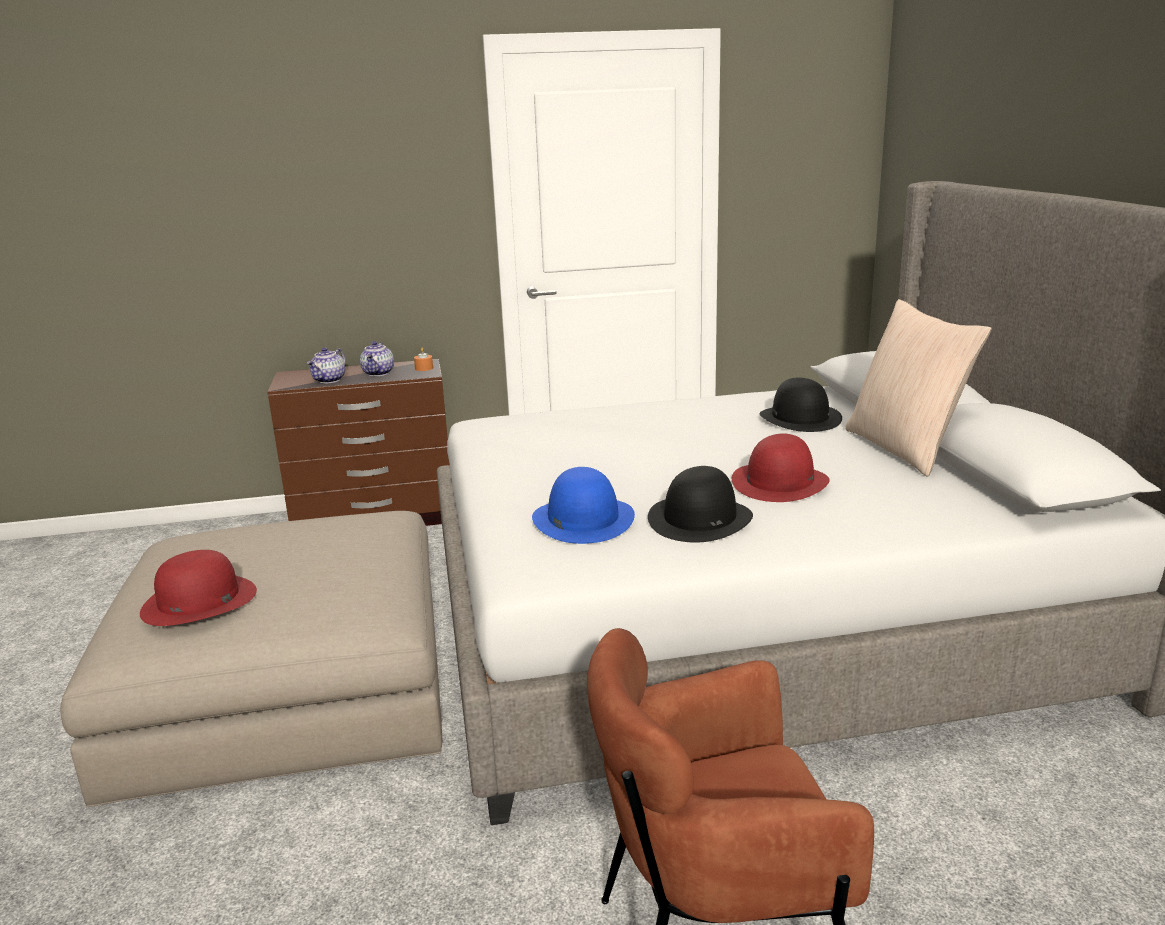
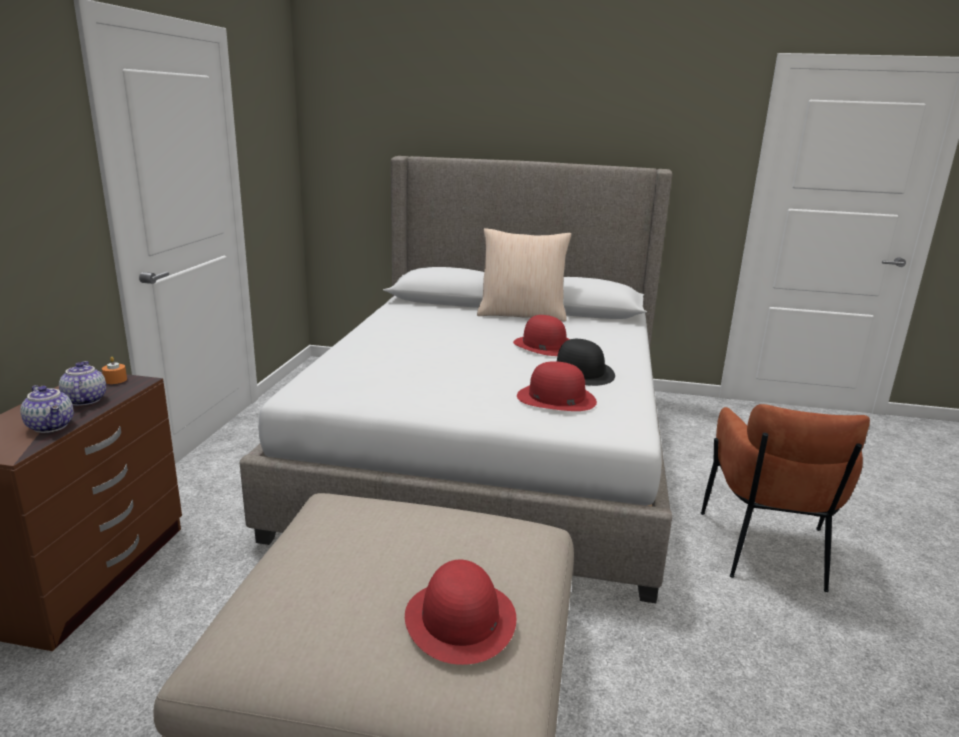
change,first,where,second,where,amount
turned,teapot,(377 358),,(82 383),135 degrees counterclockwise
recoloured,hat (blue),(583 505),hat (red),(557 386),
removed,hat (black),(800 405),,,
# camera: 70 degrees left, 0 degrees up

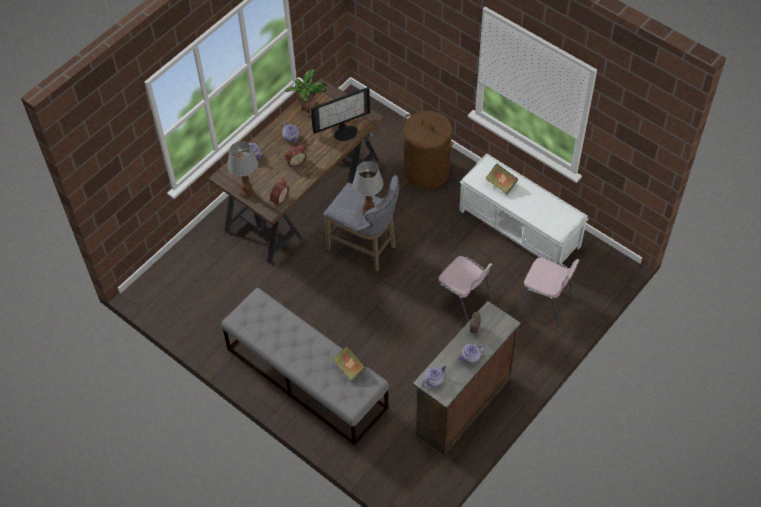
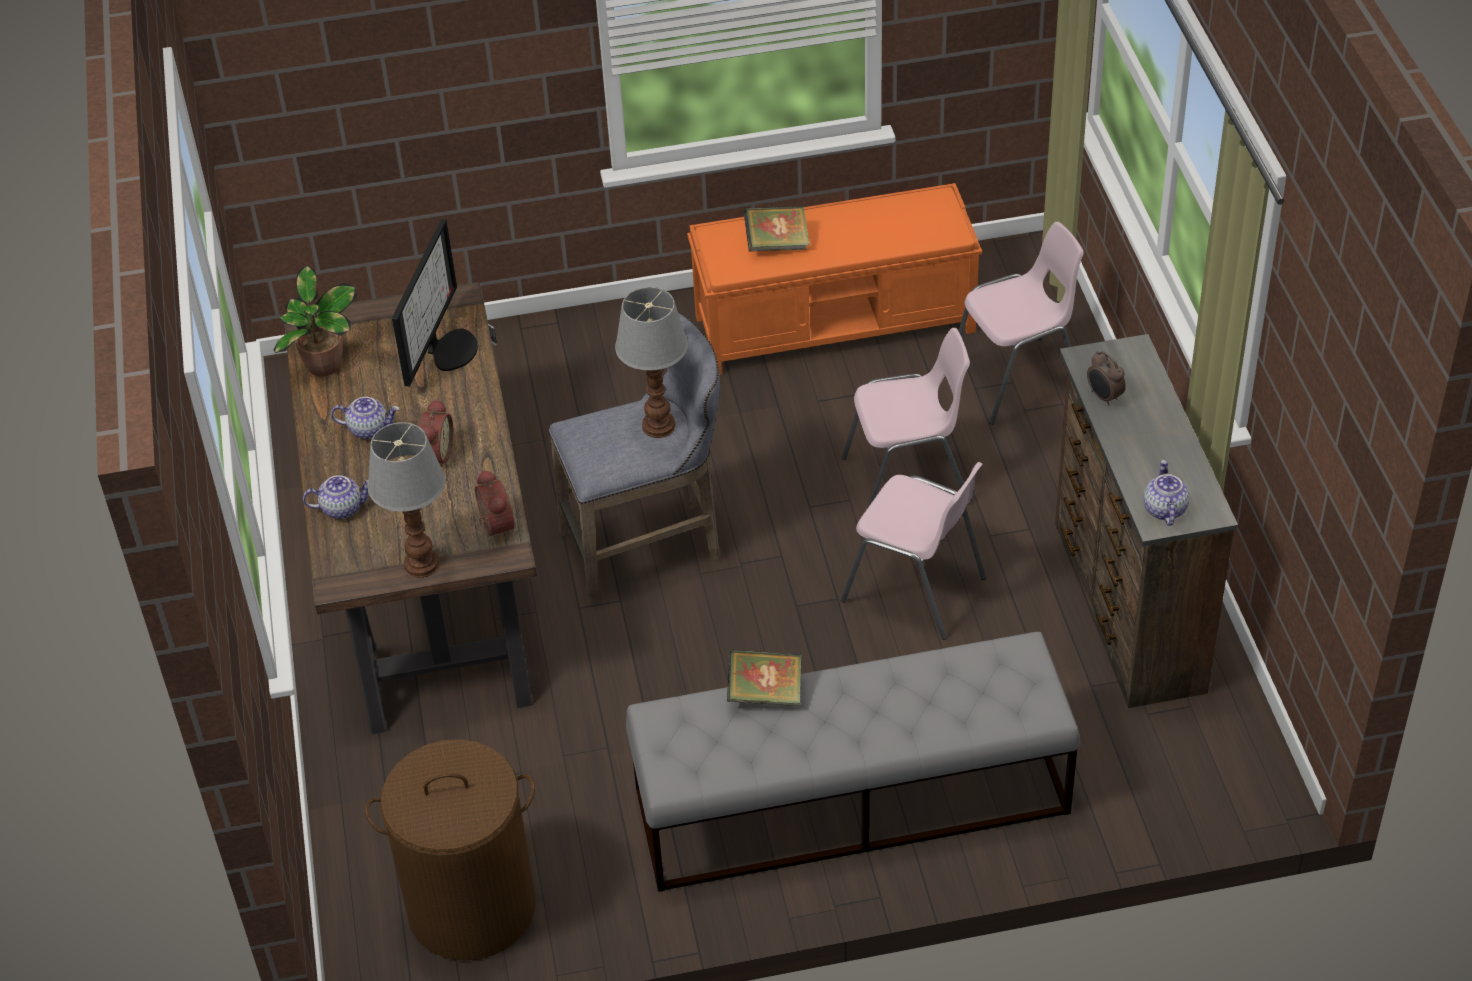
change,first,where,second,where,amount
moved,laundry basket (brown),(428 150),,(450 850),
recoloured,bench (white),(523 208),bench (orange),(834 279),
moved,book,(349 363),,(764 677),
added,,,chair (pink),(913 551),
removed,teapot,(471 354),,,
# camera: 50 degrees left, 10 degrees down

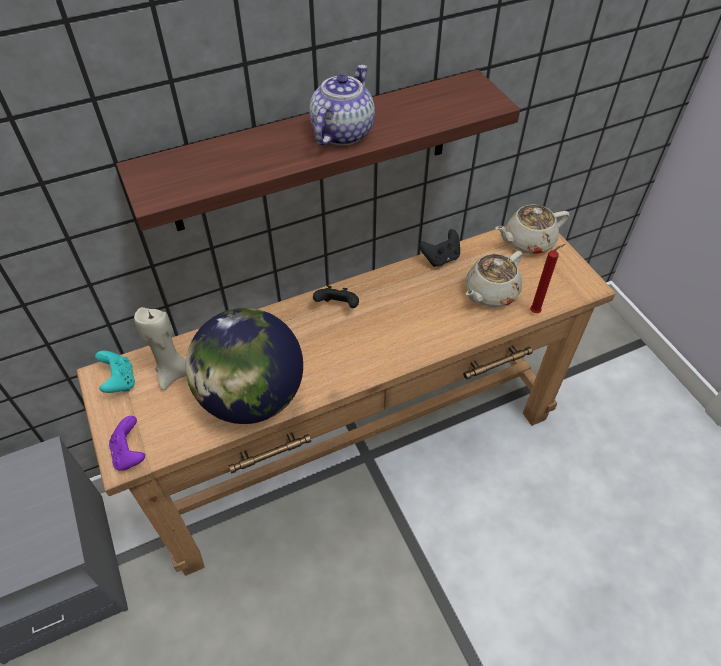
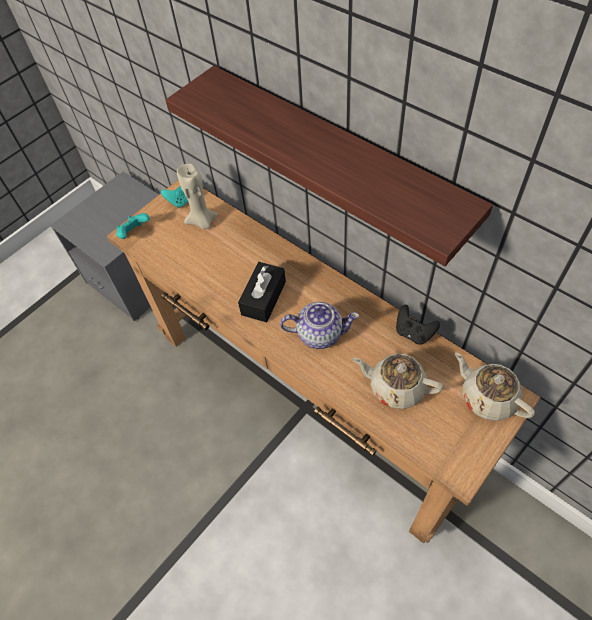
change,first,where,second,where,amount
recoloured,game controller (purple),(127 443),game controller (turquoise),(132 226),
added,,,tissue box (black),(262 292),
moved,teapot,(342 105),,(319 325),
removed,globe,(244 366),,,
removed,game controller (black),(336 297),,,
removed,candle (red),(548 278),,,
# camera: 70 degrees right, 5 degrees up

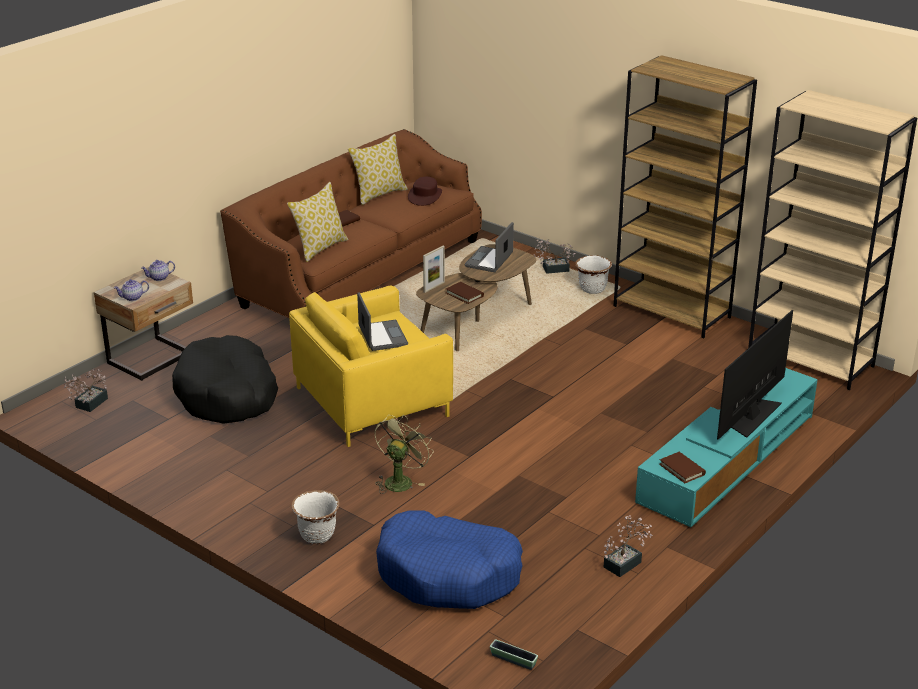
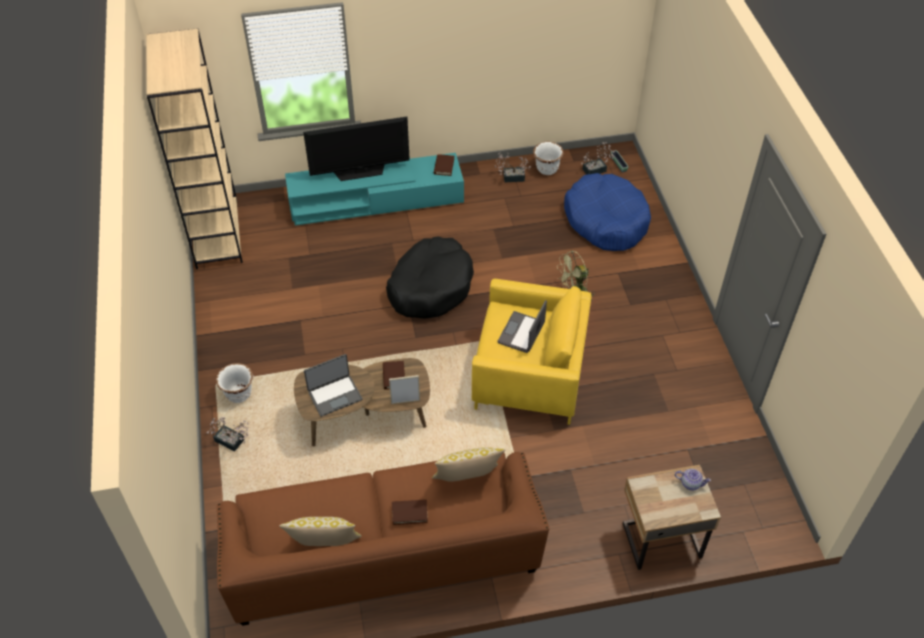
change,first,where,second,where,amount
moved,dog bed (black),(225 379),,(430 277),
moved,planter (white),(315 517),,(548 158),
moved,potted plant,(86 390),,(598 158),
removed,teapot,(158 270),,,
removed,hat (brown),(425 191),,,
removed,bookcase (brown),(685 196),,,
# camera: 140 degrees left, 20 degrees up

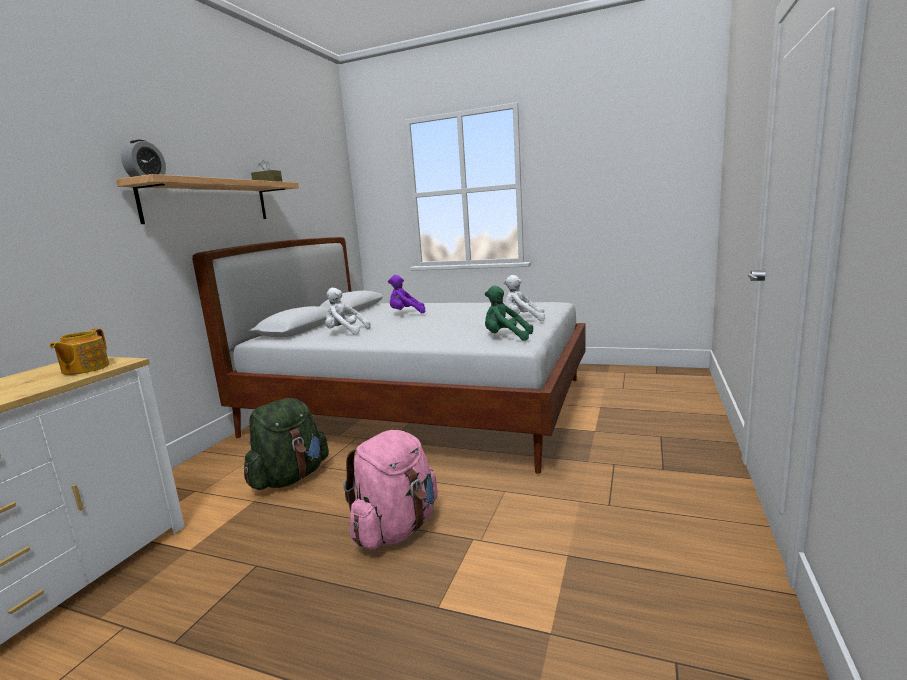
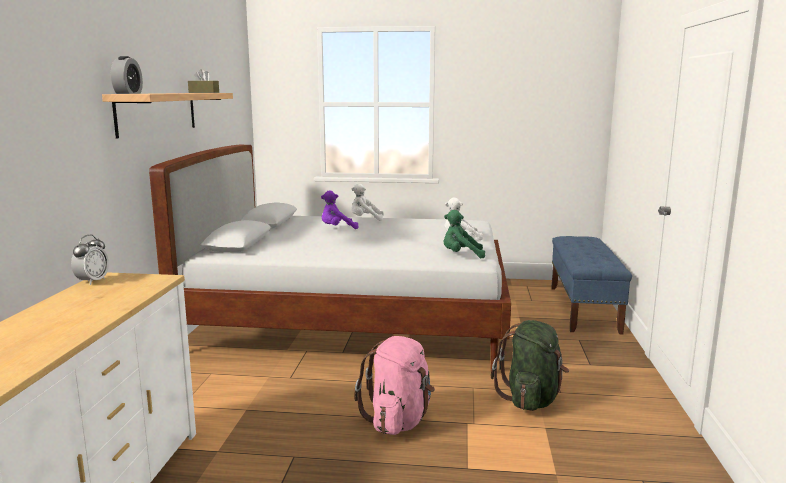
change,first,where,second,where,amount
added,,,alarm clock,(90 260),
moved,plush toy (white),(348 311),,(367 202),
moved,backpack (green),(286 444),,(530 365),
added,,,bench (blue),(591 285),
removed,teapot,(79 352),,,
# camera: 15 degrees left, 0 degrees up

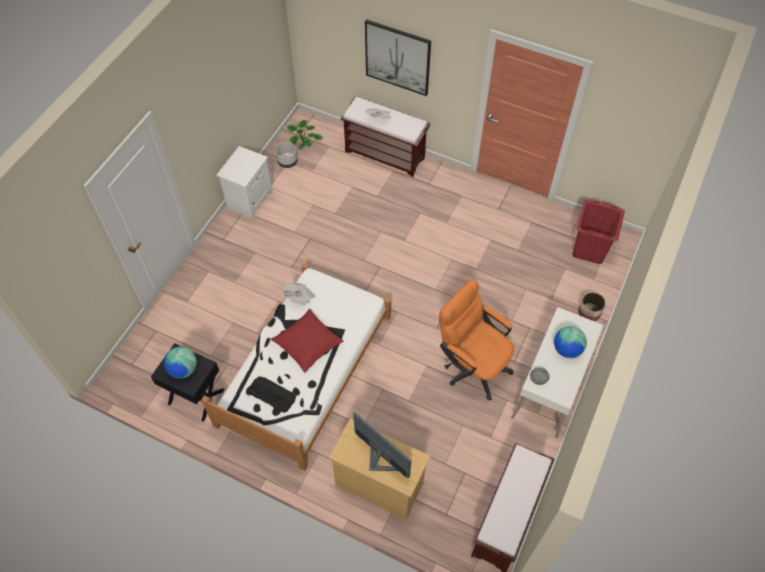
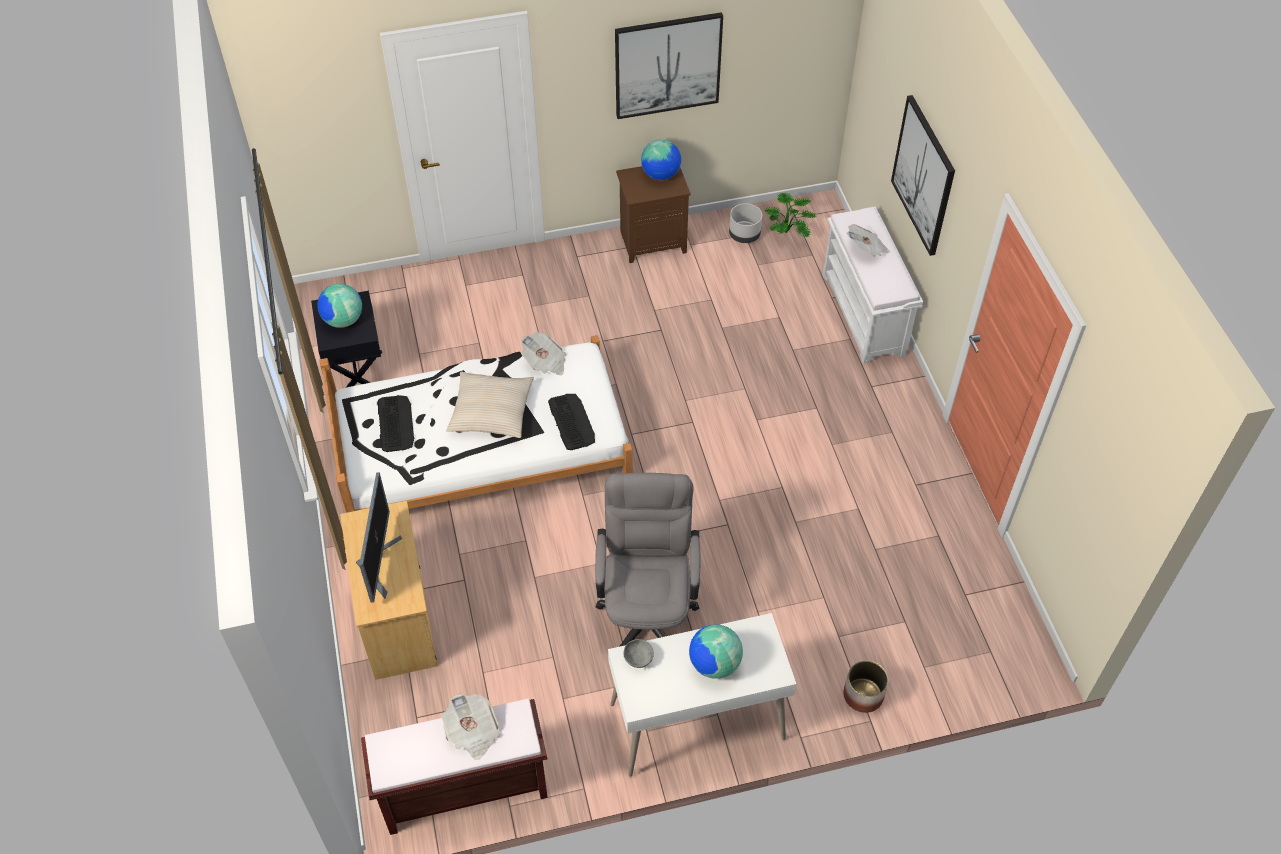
change,first,where,second,where,amount
added,,,newspaper,(471 727),
recoloured,pillow (red),(307 341),pillow (beige),(490 405),
added,,,keyboard,(571 422),
recoloured,office chair (orange),(476 339),office chair (grey),(647 560),
added,,,picture,(669 65),
recoloured,nightstand (white),(244 183),nightstand (brown),(653 214),
added,,,globe,(661 159),
recoloured,bench (brown),(385 136),bench (white),(872 285),
removed,laundry basket (red),(598 232),,,
# camera: 50 degrees right, 5 degrees down

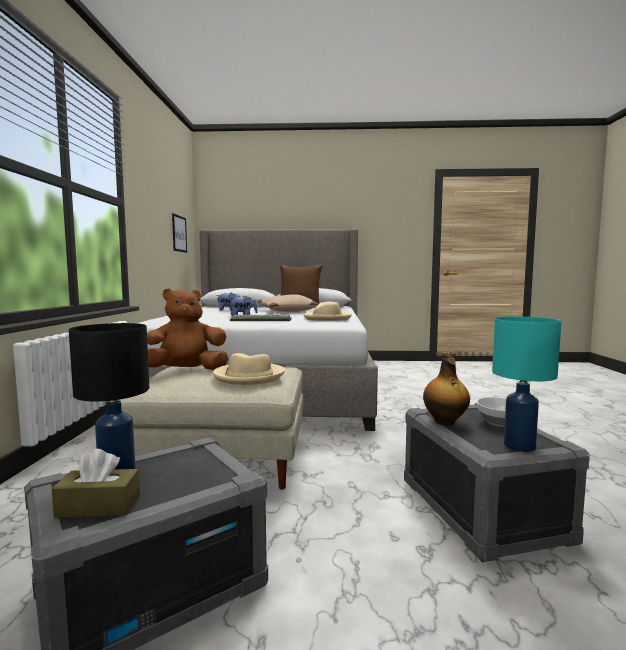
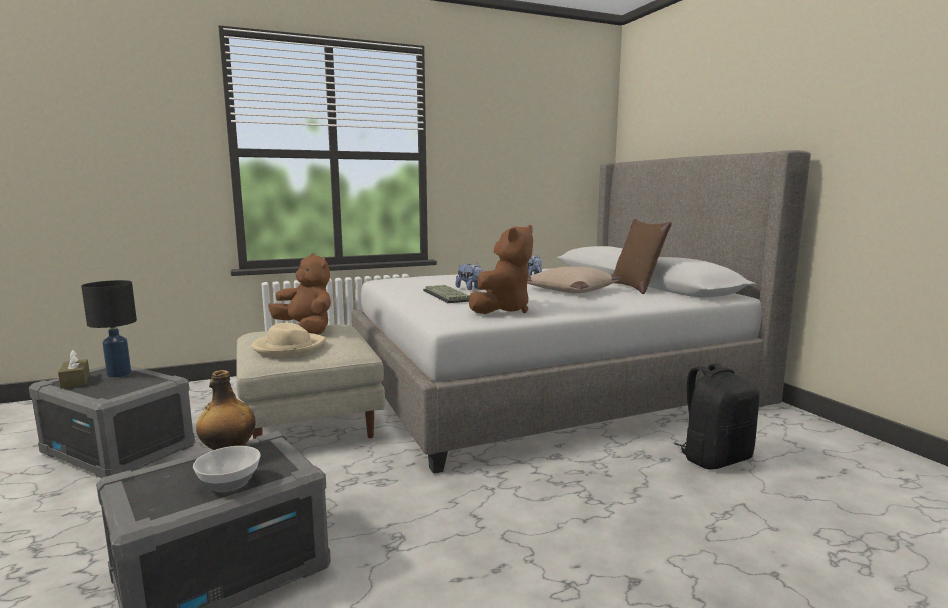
change,first,where,second,where,amount
replaced,hat (beige),(328 311),plush toy (brown),(501 269),
added,,,backpack (black),(717 416),
removed,picture,(179 233),,,
removed,table lamp (turquoise),(526 384),,,
# camera: 65 degrees right, 5 degrees up

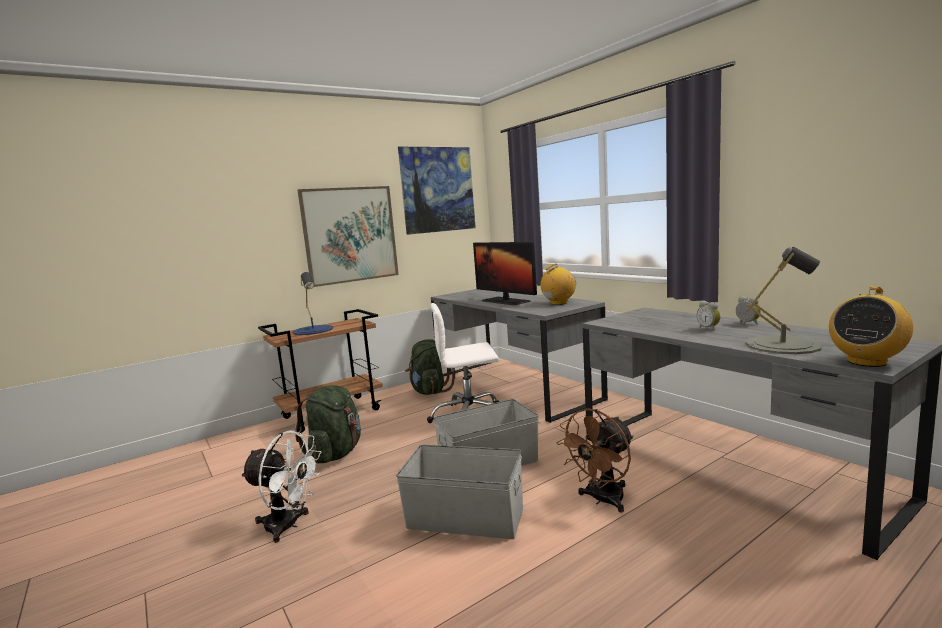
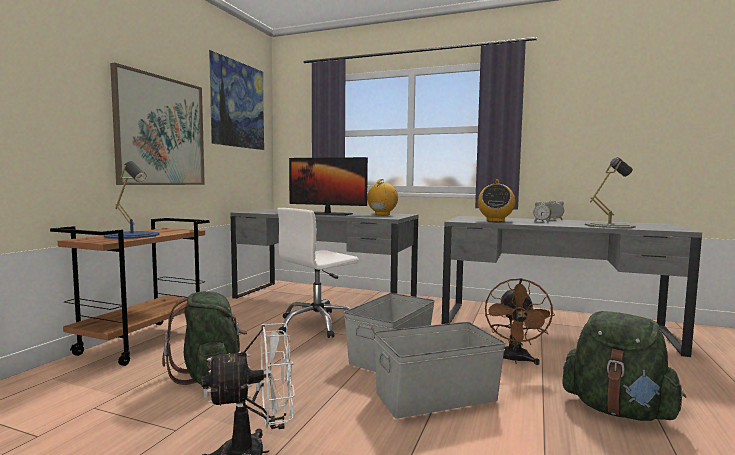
change,first,where,second,where,amount
moved,radio,(871 326),,(496 201),
moved,backpack (green),(430 367),,(624 366),
# camera: 35 degrees left, 5 degrees down

